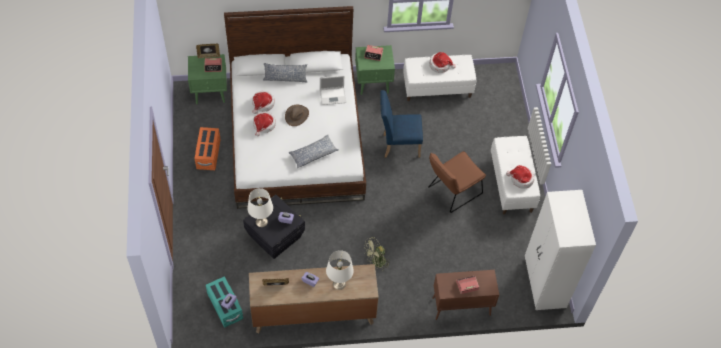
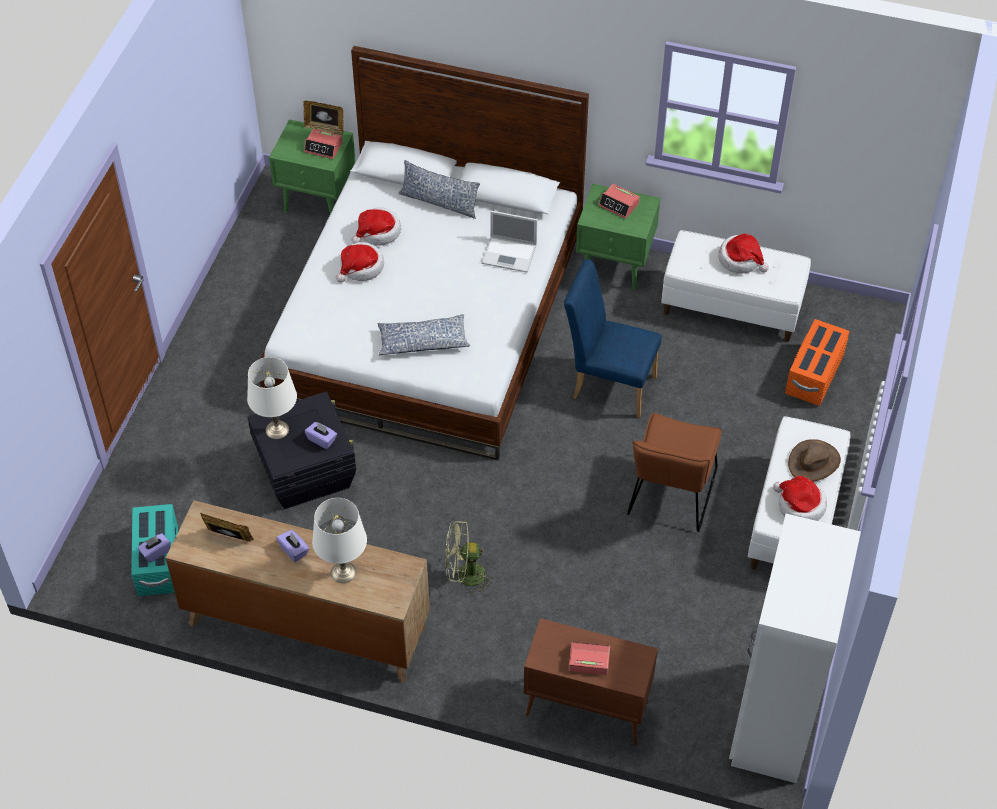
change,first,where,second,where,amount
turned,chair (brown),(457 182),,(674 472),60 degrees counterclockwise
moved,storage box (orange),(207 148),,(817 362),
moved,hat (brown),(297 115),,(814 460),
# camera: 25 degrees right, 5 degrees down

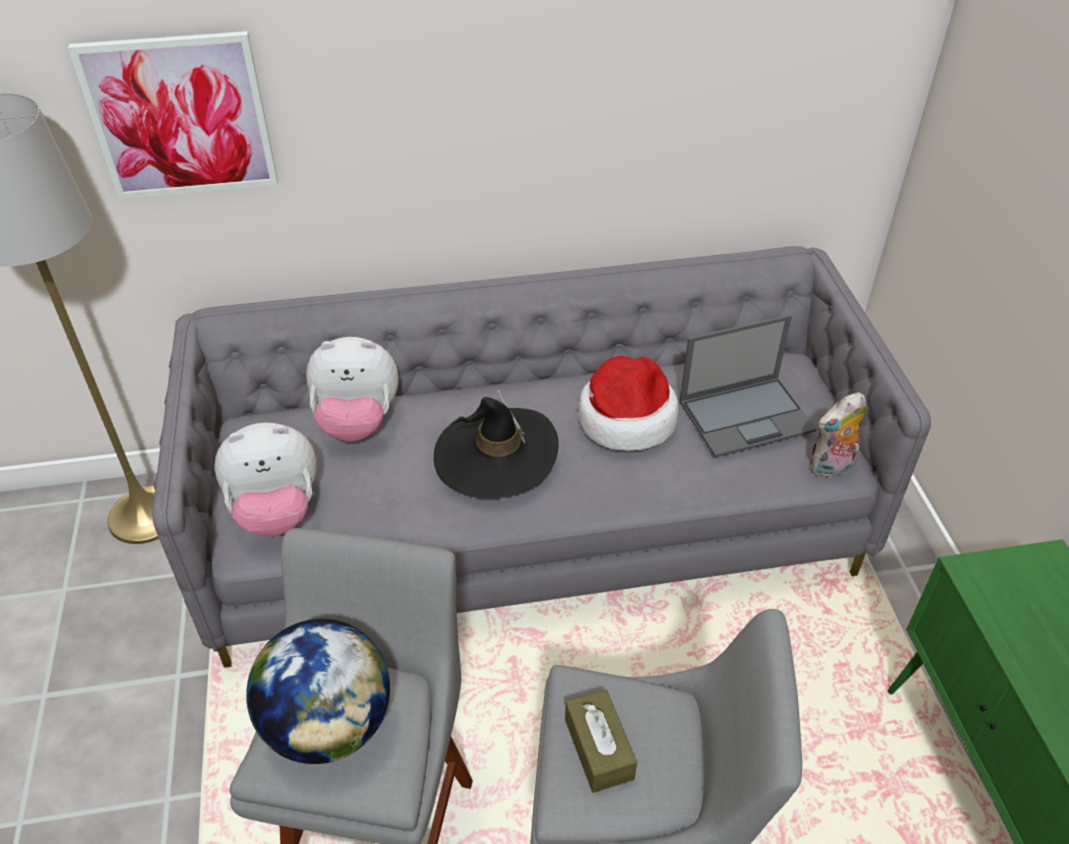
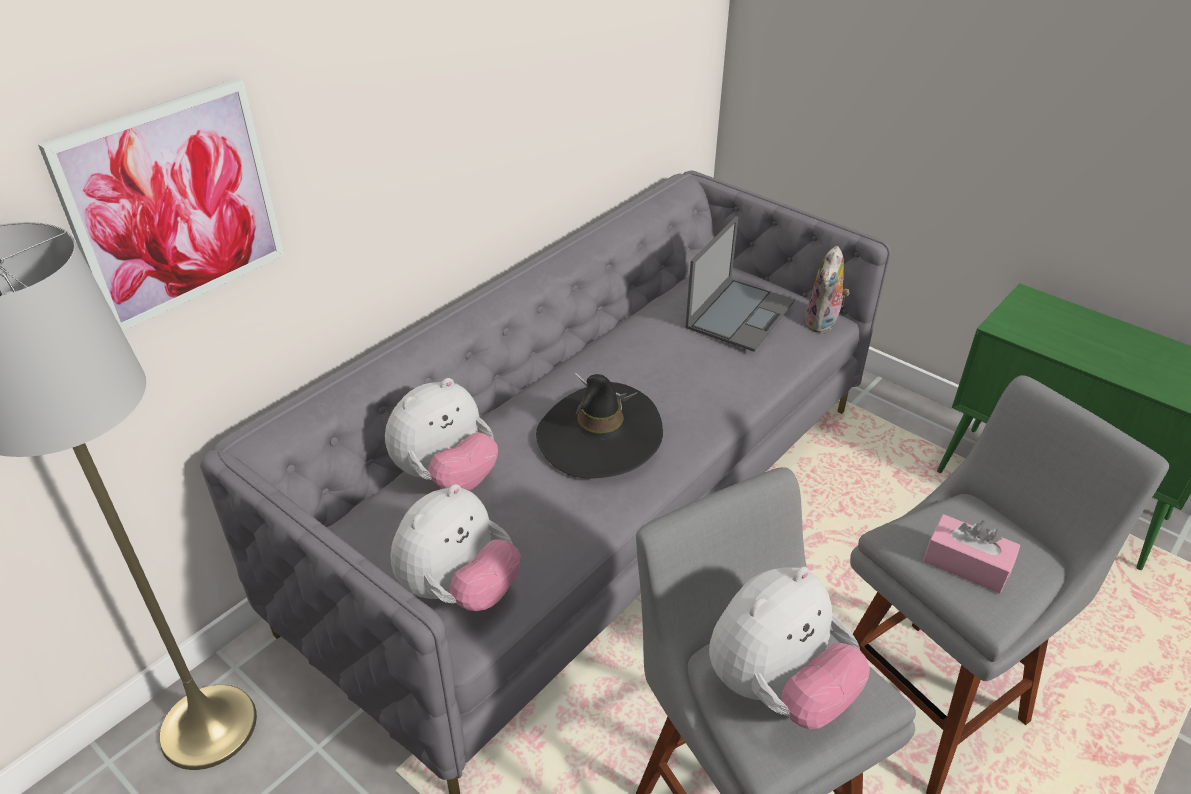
change,first,where,second,where,amount
replaced,globe,(318 691),plush toy,(789 648),
recoloured,tissue box (brown),(601 741),tissue box (pink),(971 554),
removed,hat,(628 403),,,
# camera: 40 degrees left, 5 degrees down

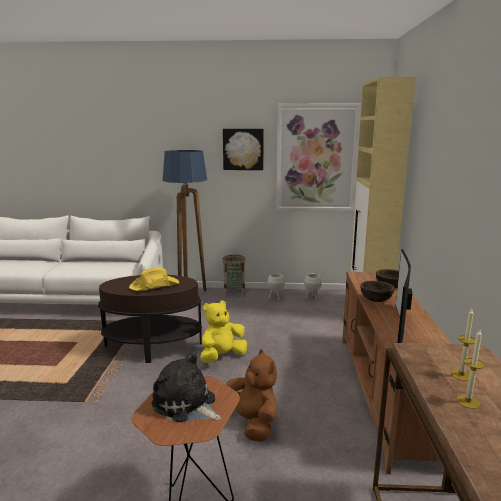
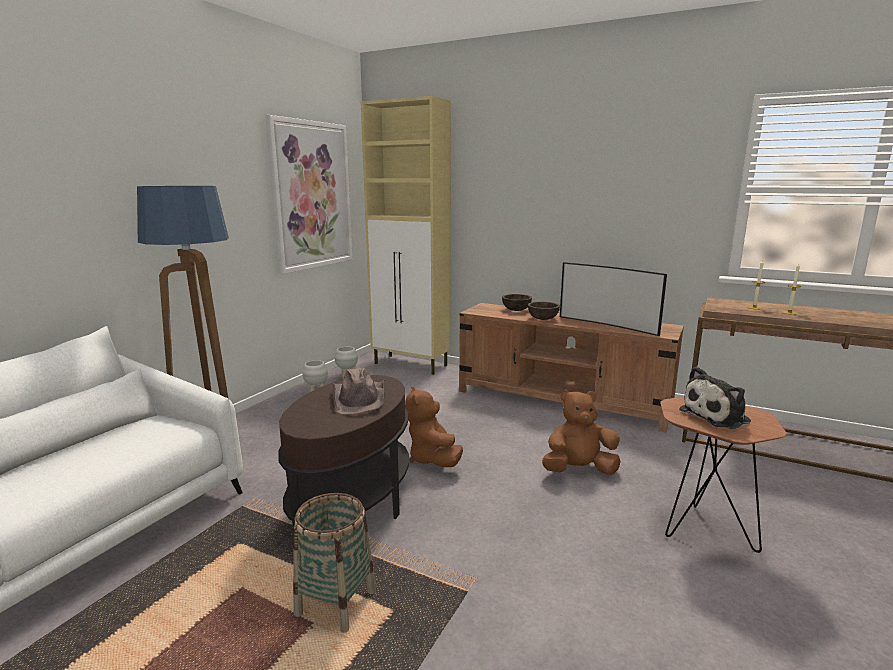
change,first,where,second,where,amount
moved,basket,(233 276),,(334 563),
recoloured,hat (yellow),(154 279),hat (brown),(359 391),
recoloured,plush toy (yellow),(223 331),plush toy (brown),(434 426),
removed,picture,(243 149),,,
# camera: 65 degrees left, 0 degrees up

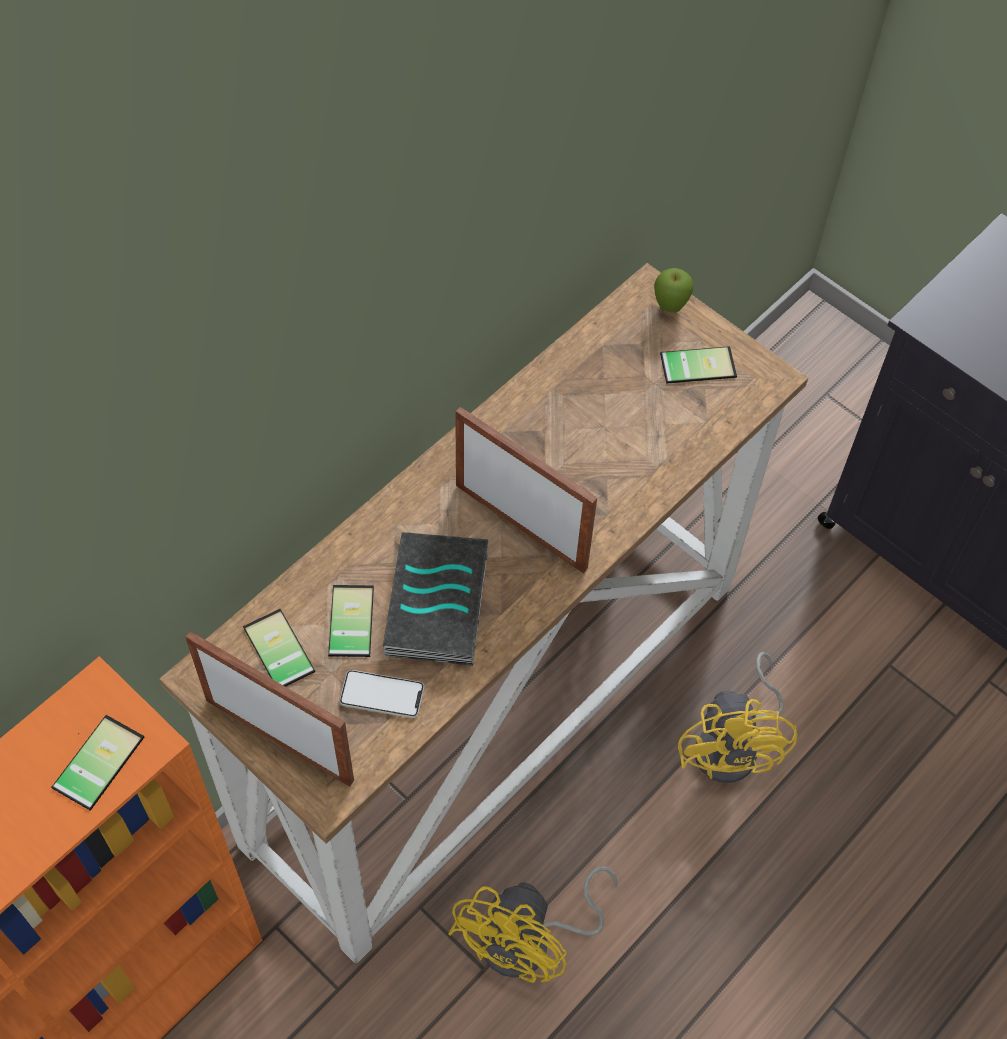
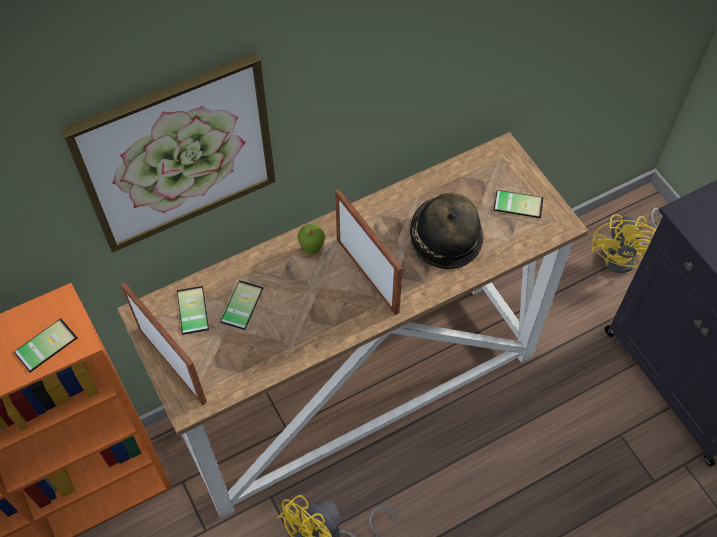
change,first,where,second,where,amount
added,,,picture,(168 152),
moved,apple,(674 290),,(311 239),
added,,,hat,(446 231),
moved,fan (yellow),(738 717),,(627 240),
removed,phone,(382 694),,,
removed,book,(435 599),,,
# camera: 20 degrees right, 0 degrees up

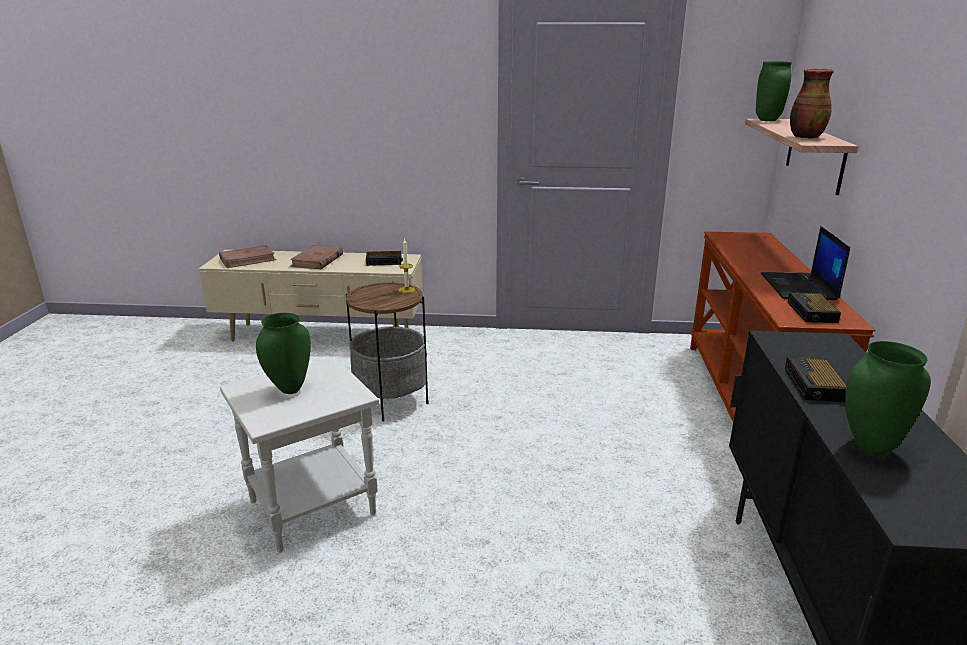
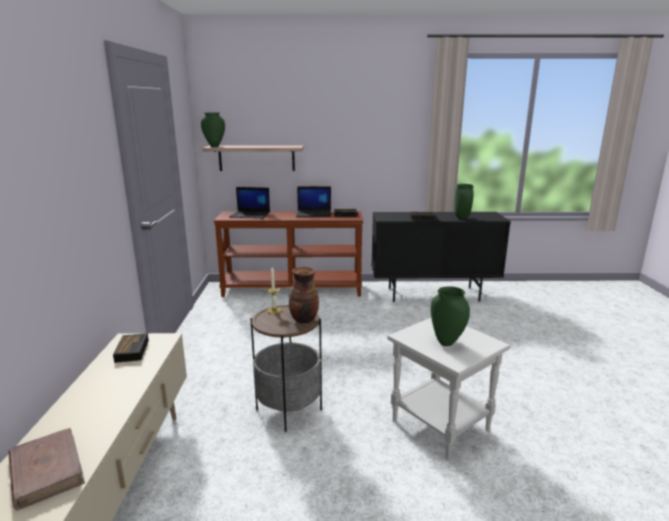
change,first,where,second,where,amount
added,,,laptop,(249 203),
moved,vase,(812 103),,(304 295),
removed,book (brown),(316 257),,,
# camera: 95 degrees left, 5 degrees down

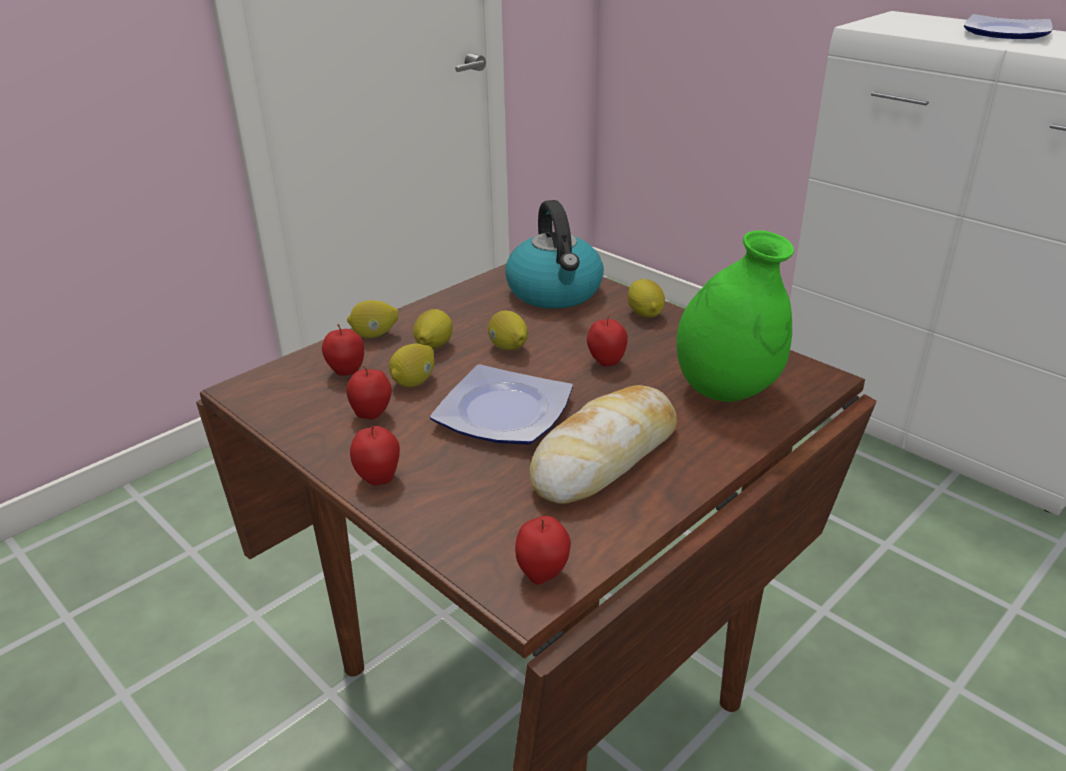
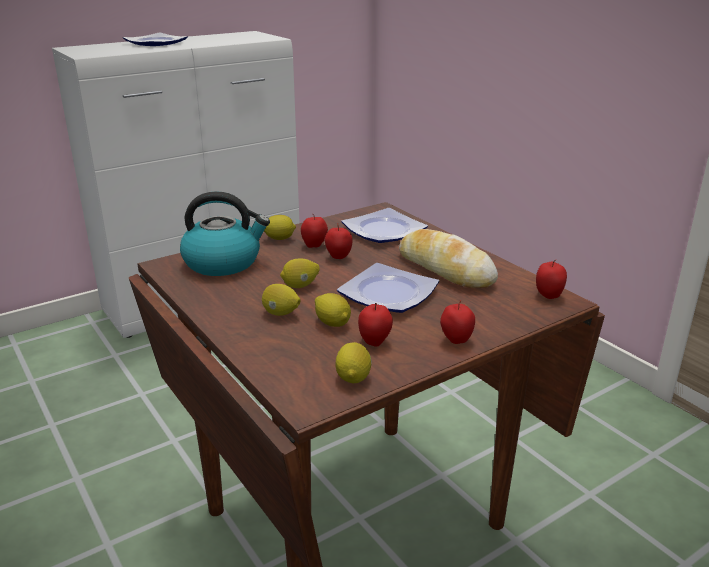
change,first,where,second,where,amount
moved,apple,(343 350),,(314 231),
moved,lemon,(372 319),,(354 362),
replaced,vase (green),(735 316),plate,(384 225),
# camera: 80 degrees left, 5 degrees down

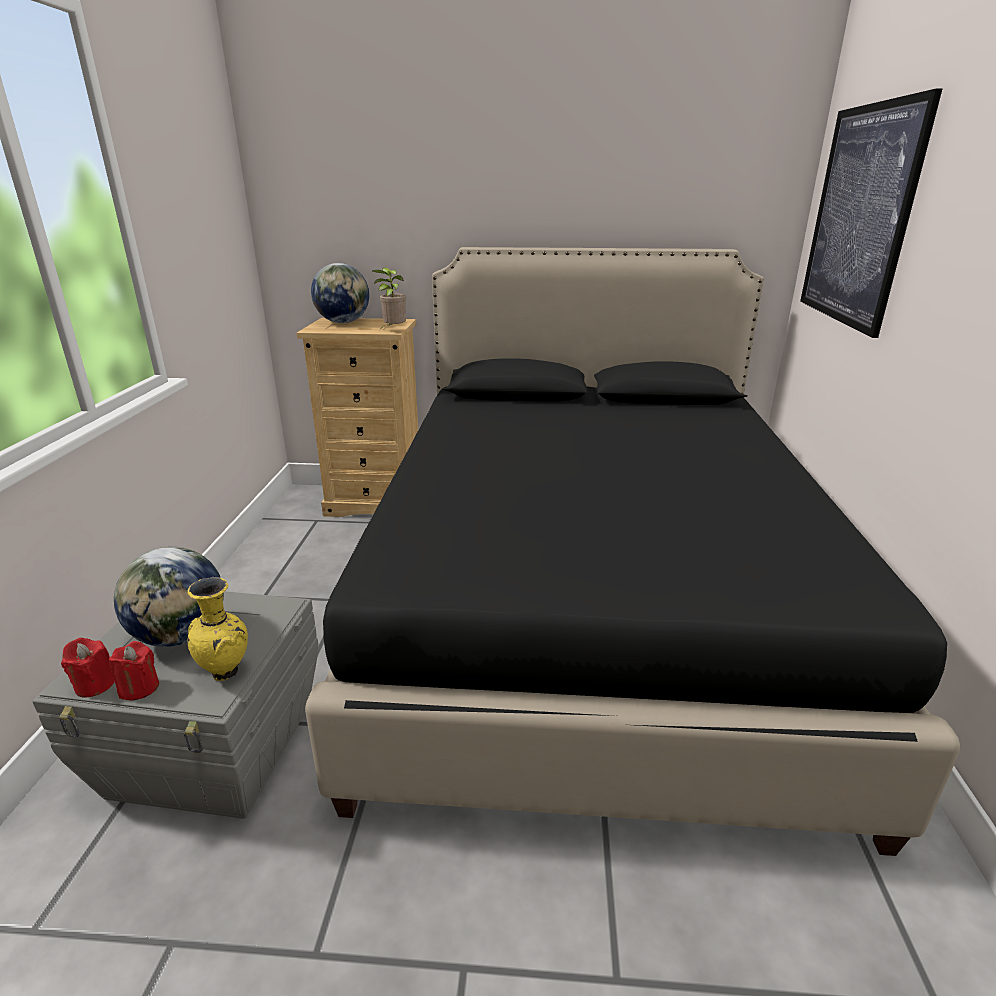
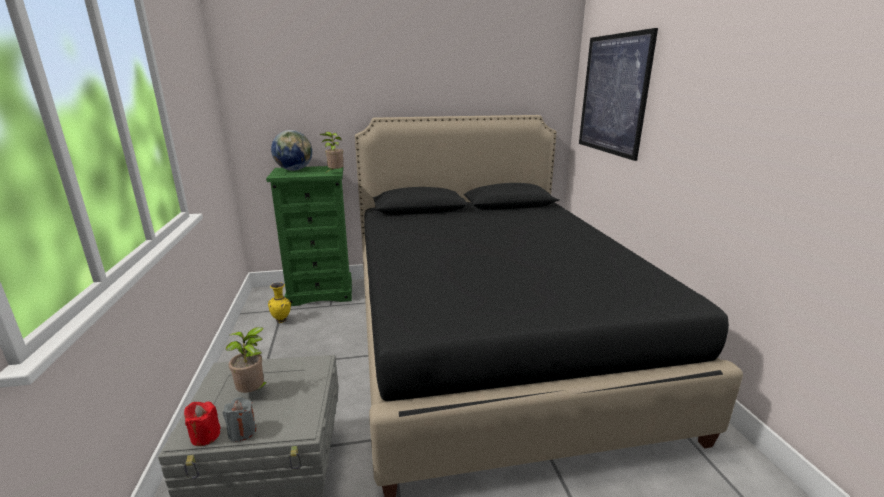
change,first,where,second,where,amount
recoloured,candle (red),(134 671),candle (grey),(239 419),
replaced,globe,(169 597),potted plant,(247 360),
recoloured,dresser (beige),(357 417),dresser (green),(309 236),
moved,vase (yellow),(217 629),,(279 302),
# camera: 15 degrees left, 5 degrees down

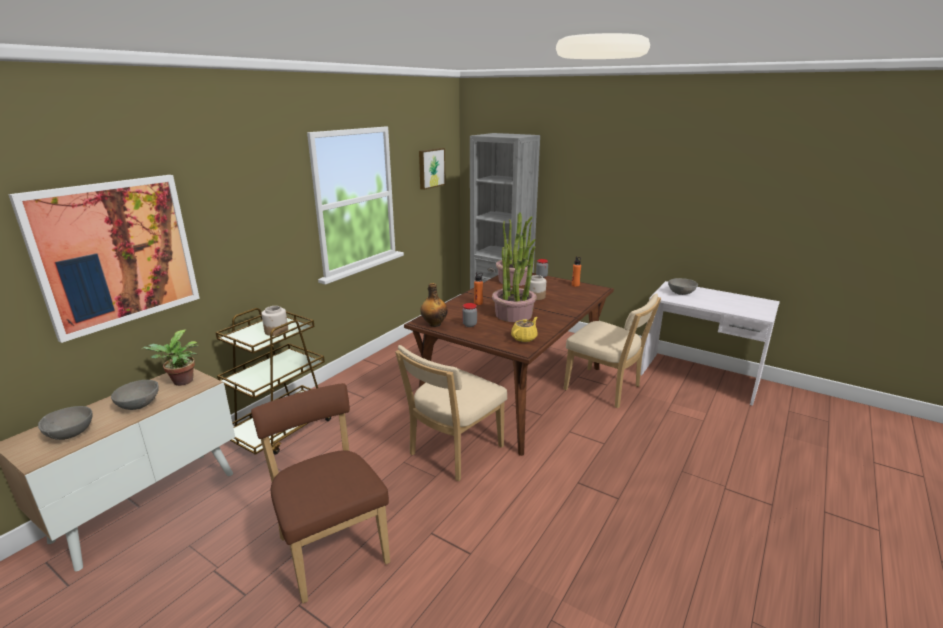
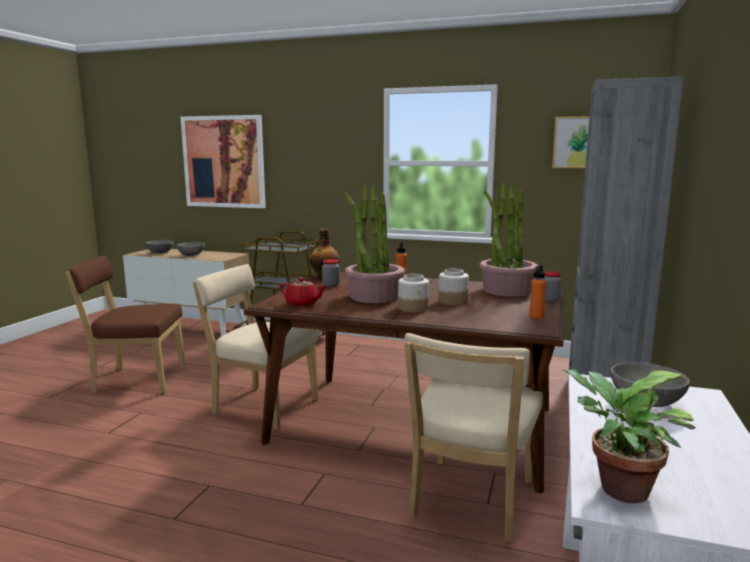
change,first,where,second,where,amount
turned,chair (brown),(320 493),,(126 324),135 degrees counterclockwise
recoloured,teapot (yellow),(524 329),teapot (red),(303 291),
moved,jar,(274 321),,(413 293),
moved,potted plant,(170 357),,(629 436),
# camera: 75 degrees right, 10 degrees down

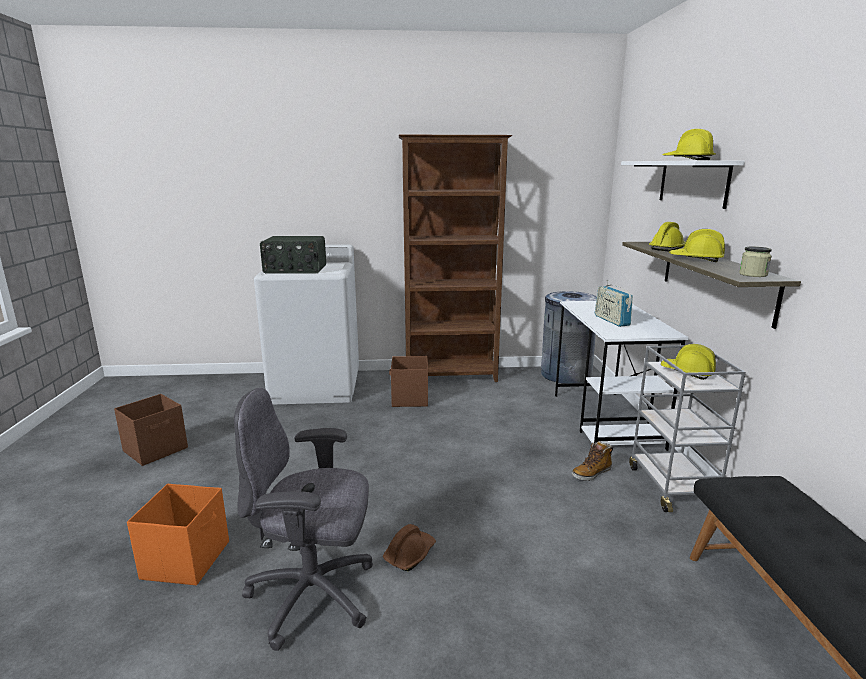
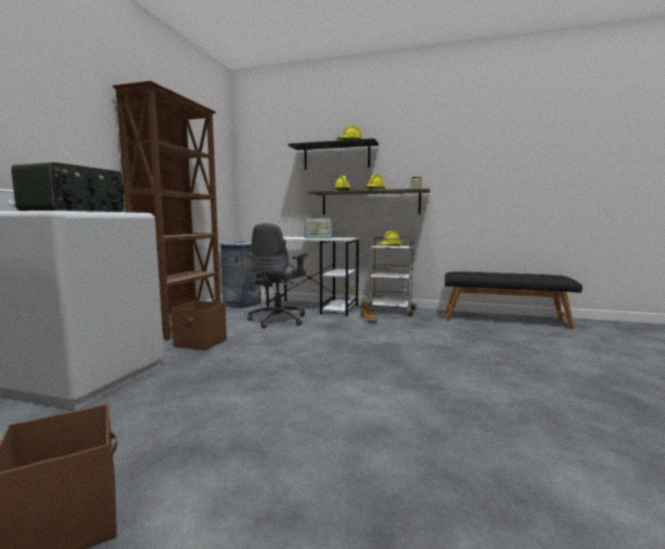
change,first,where,second,where,amount
moved,office chair (grey),(303 519),,(277 276),
recoloured,shelf (white),(683 184),shelf (black),(333 154),
removed,storage box (orange),(178 534),,,
removed,hard hat (brown),(409 547),,,
# camera: 70 degrees left, 10 degrees down

